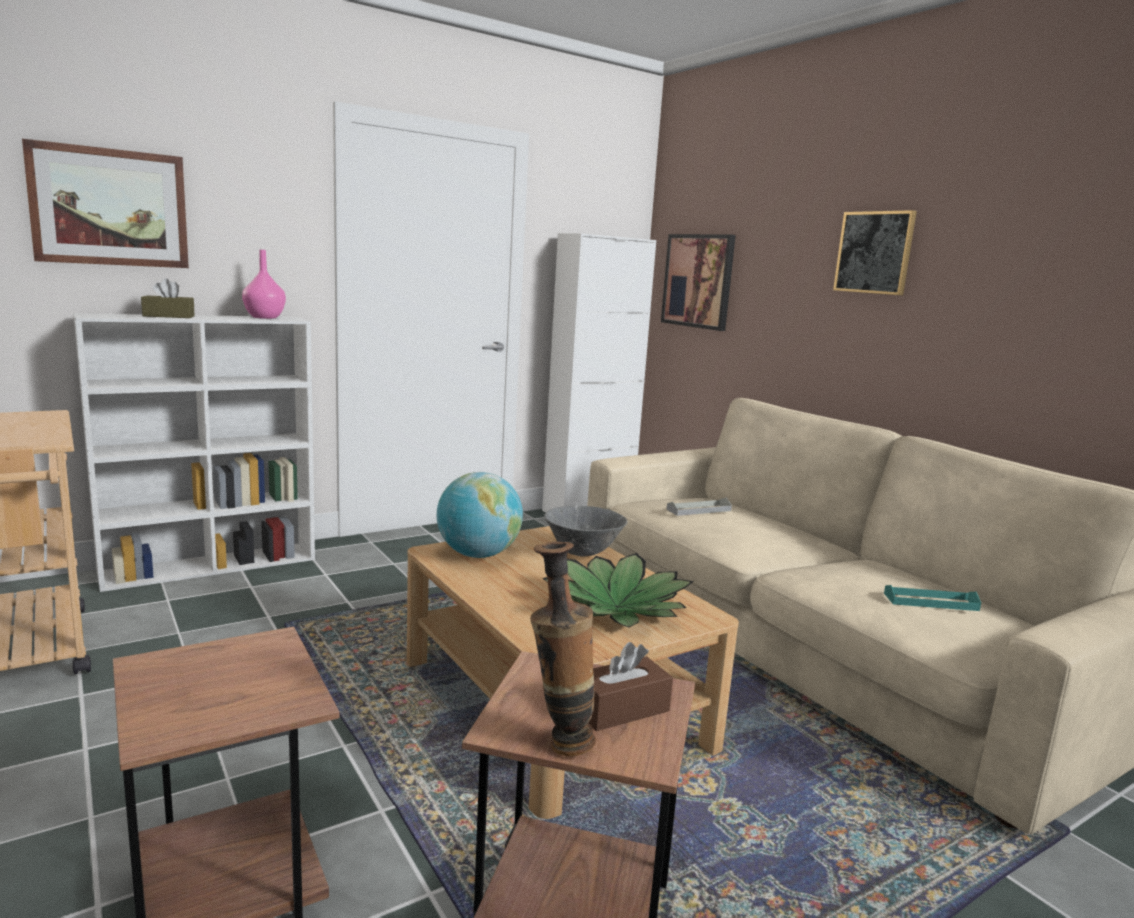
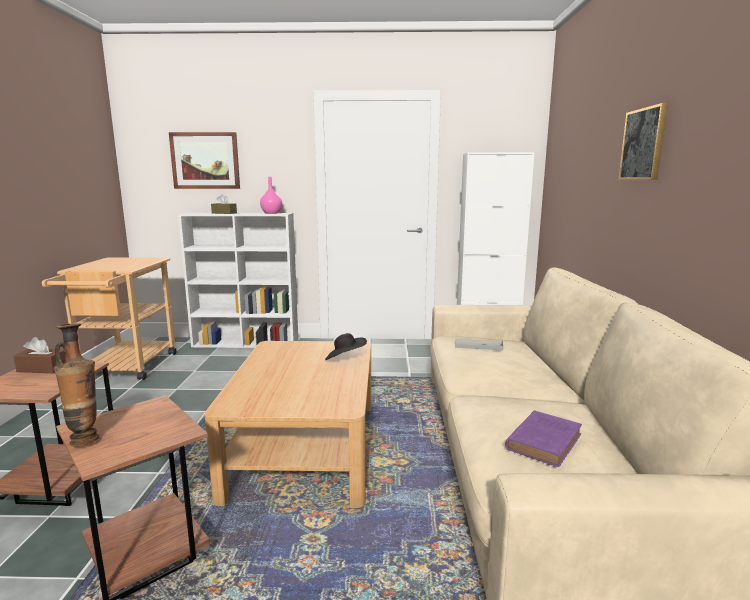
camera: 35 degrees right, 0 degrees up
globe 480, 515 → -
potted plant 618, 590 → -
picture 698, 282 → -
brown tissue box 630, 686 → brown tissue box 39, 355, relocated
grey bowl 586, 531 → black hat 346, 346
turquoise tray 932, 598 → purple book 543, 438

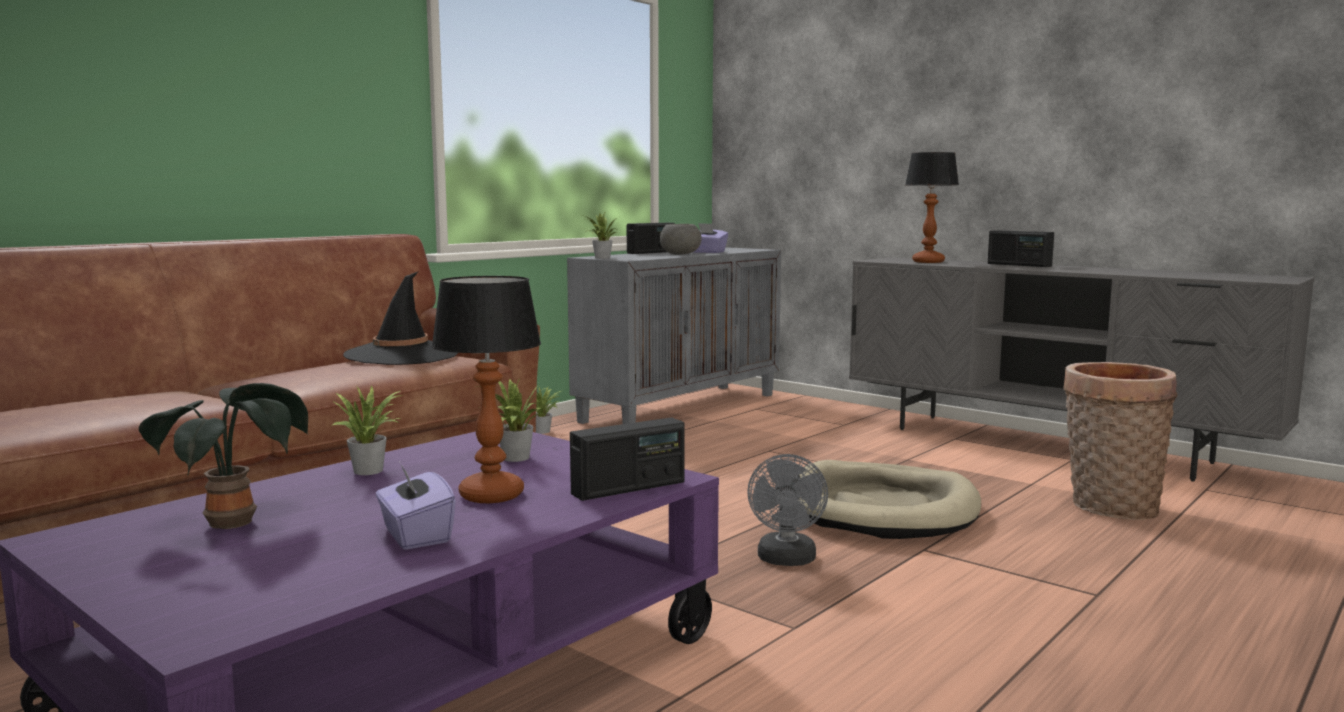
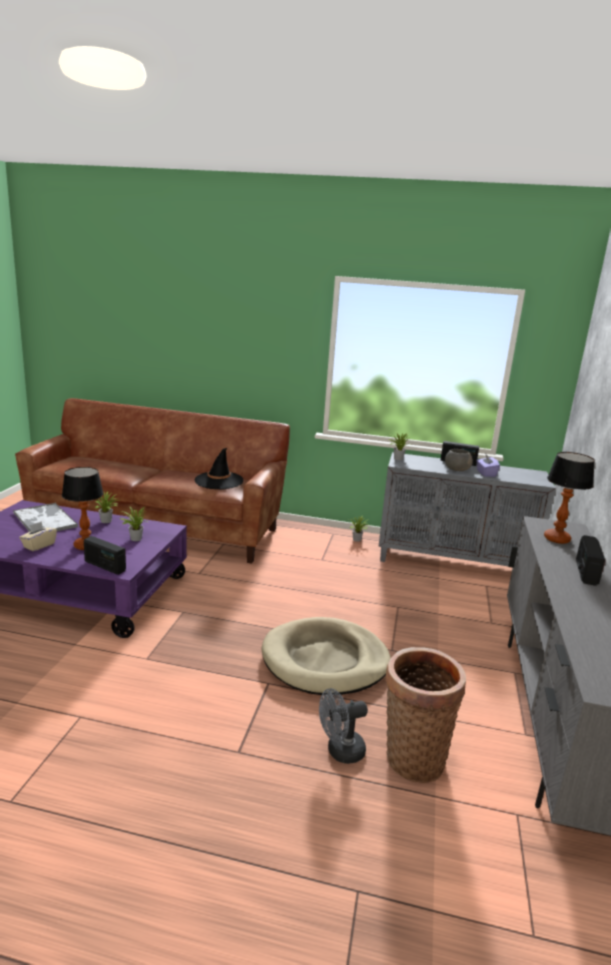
camera: 60 degrees right, 10 degrees up
grey fan 787, 510 → grey fan 343, 726, relocated
potted plant 224, 456 → tray 45, 517
purple tissue box 416, 505 → beige tissue box 38, 536

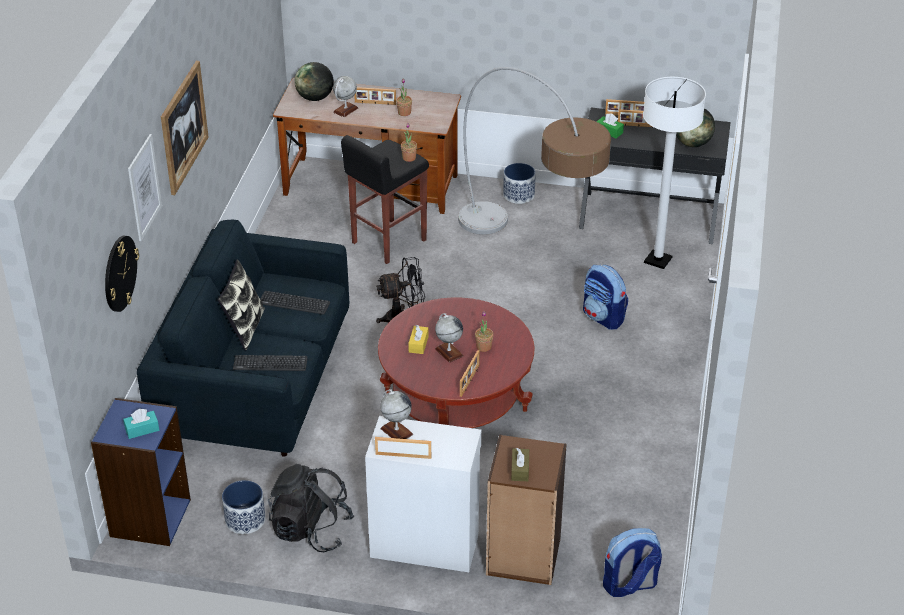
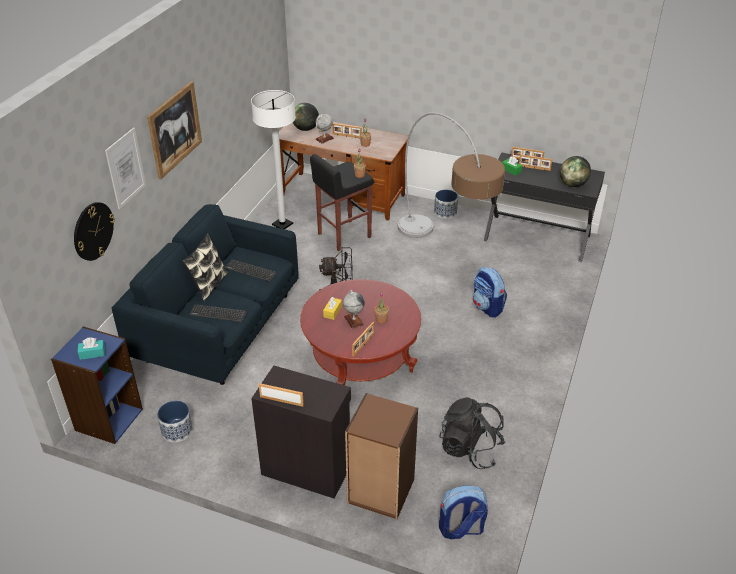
camera: 10 degrees right, 0 degrees up
globe 396, 414 → -
brown tissue box 520, 464 → -
black backpack 311, 508 → black backpack 472, 433, relocated
white floor lamp 674, 173 → white floor lamp 273, 159, relocated
white cabinet 423, 494 → black cabinet 301, 432

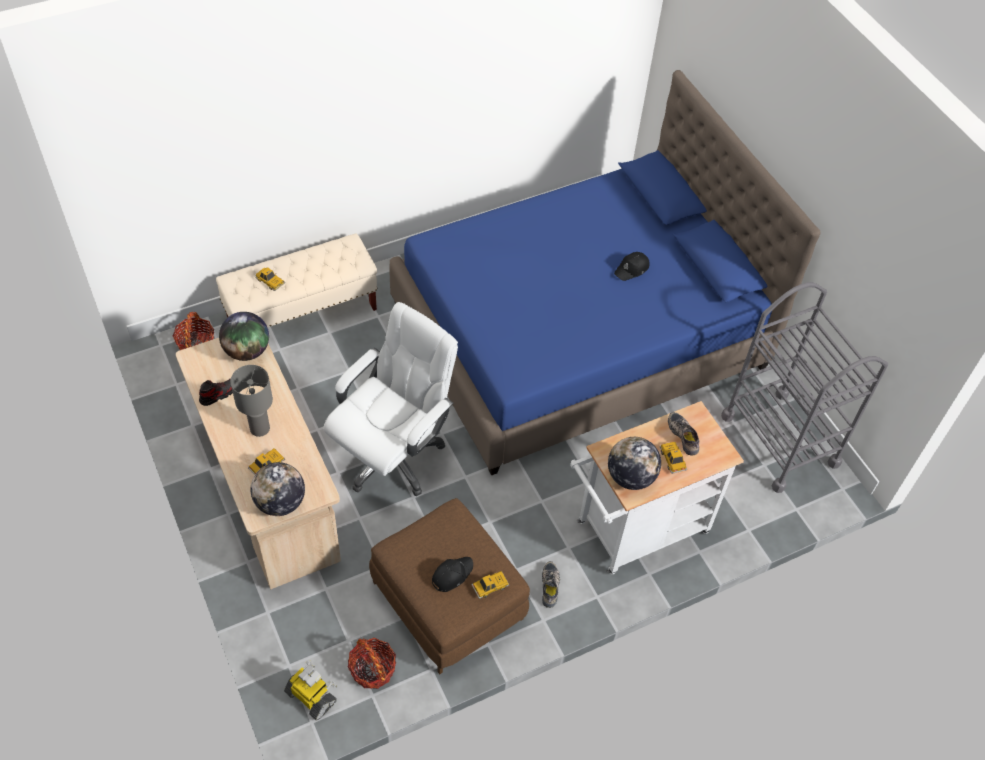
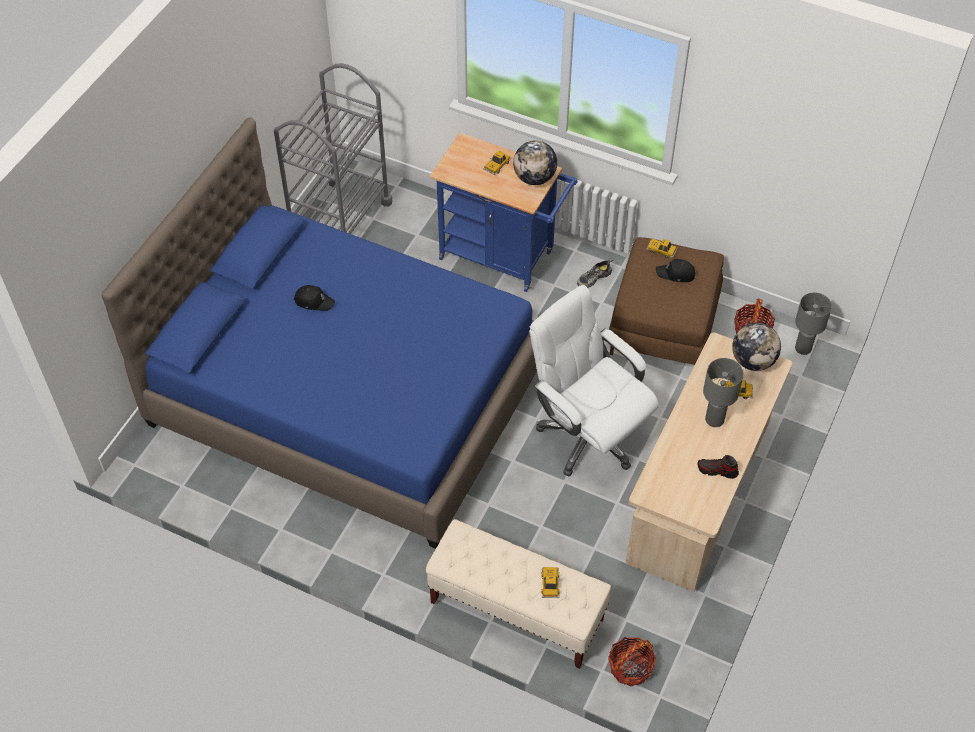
camera: 125 degrees left, 0 degrees up
globe 244, 336 → -
shoe 683, 434 → -
toy robot 310, 690 → grey table lamp 813, 323
white cart 657, 488 → blue cart 503, 212
white office chair 390, 399 → white office chair 594, 380, 45 degrees clockwise

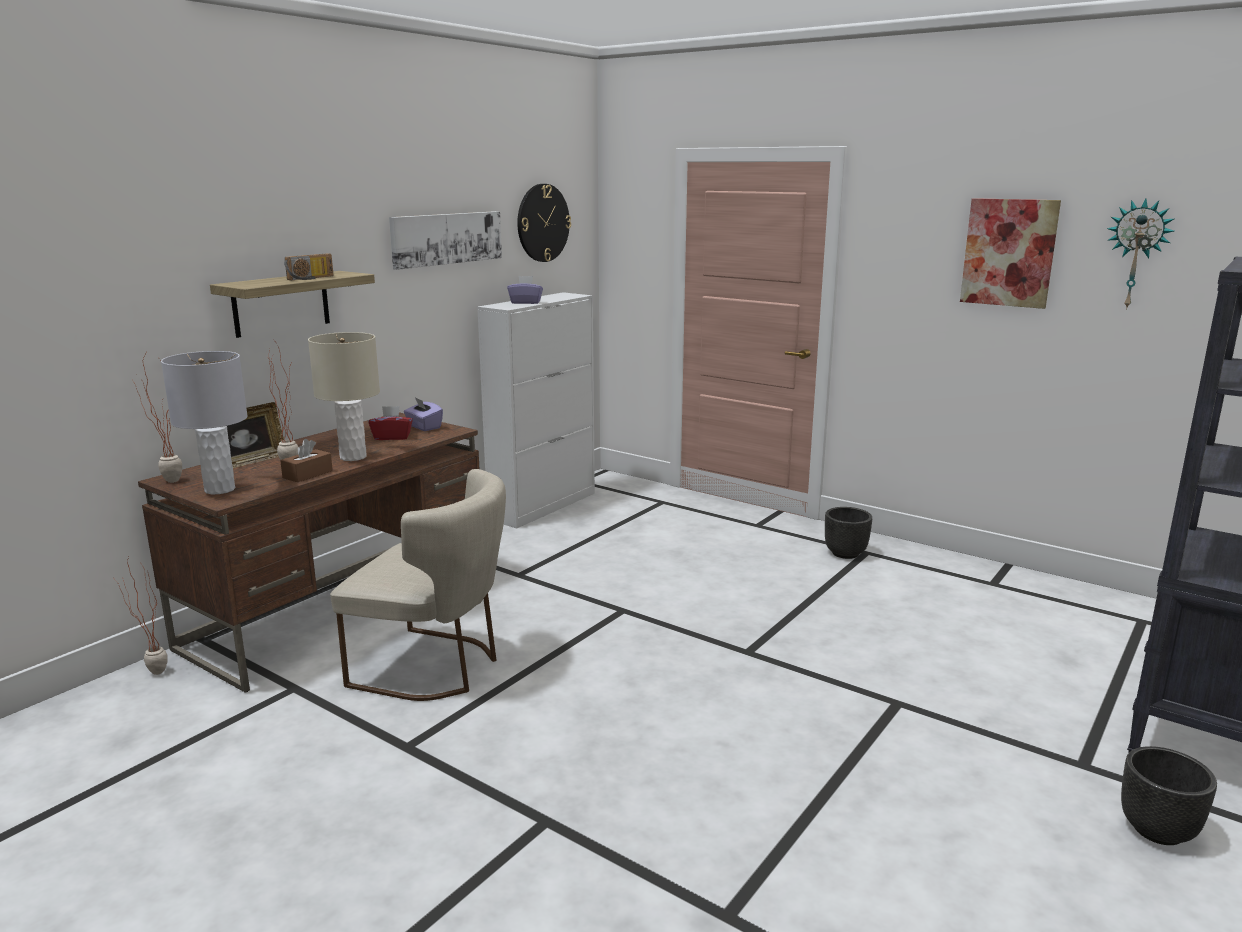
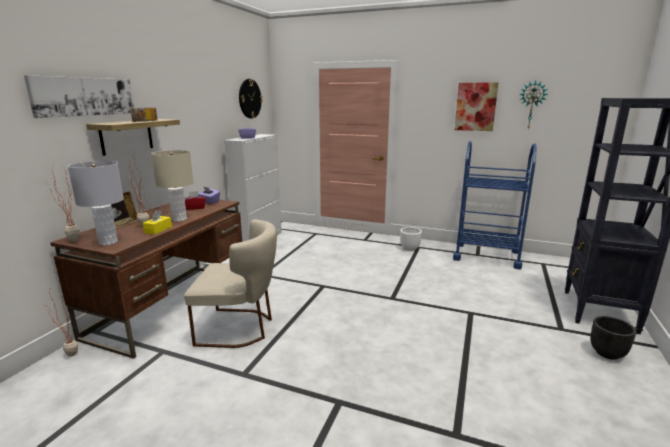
camera: 15 degrees left, 0 degrees up
- → blue cart 494, 205
picture 445, 240 → picture 79, 96, relocated
brown tissue box 306, 460 → yellow tissue box 157, 222
black planter 848, 533 → white planter 411, 239

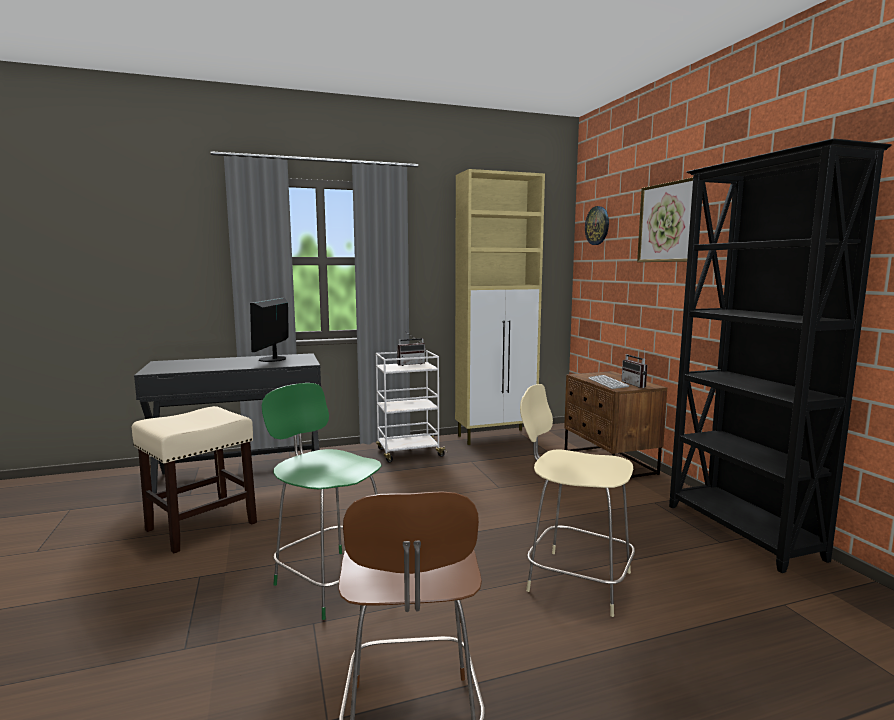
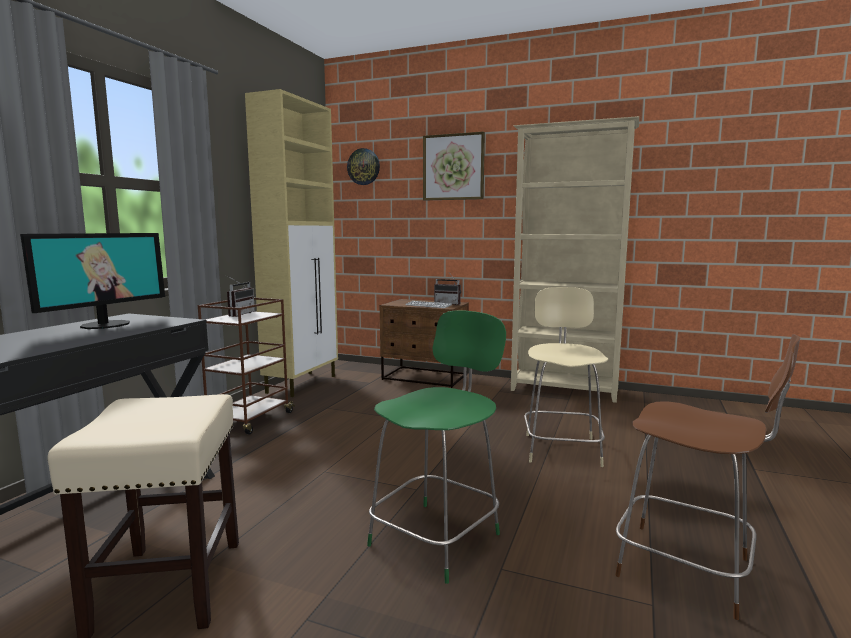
camera: 50 degrees left, 0 degrees up
white cart 411, 406 → brown cart 246, 366
black bookcase 780, 355 → beige bookcase 575, 259
monitor 269, 330 → monitor 92, 281, 105 degrees counterclockwise
green chair 322, 501 → green chair 436, 447, 135 degrees clockwise
beige chair 577, 500 → beige chair 566, 377, 120 degrees clockwise

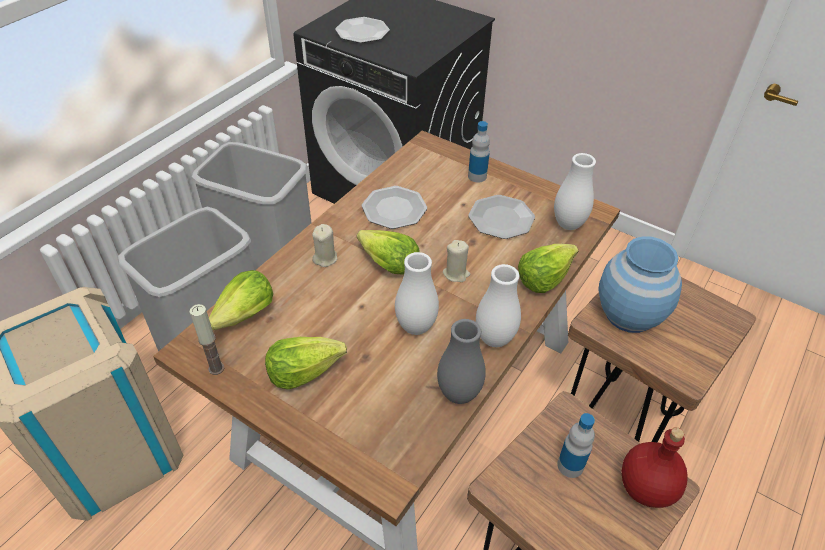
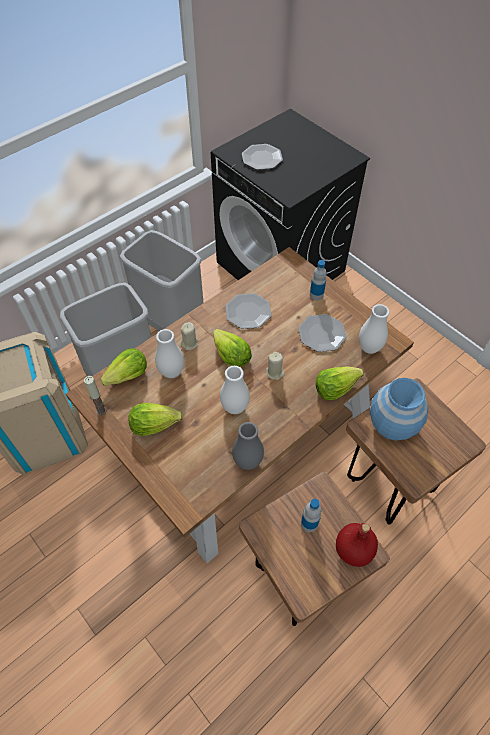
camera: 15 degrees right, 10 degrees up
white vase 498, 305 → white vase 169, 353, relocated

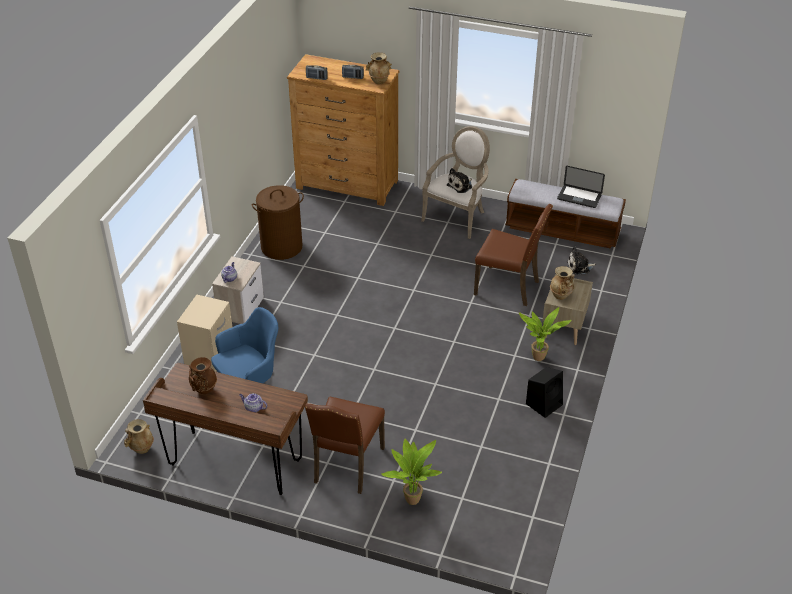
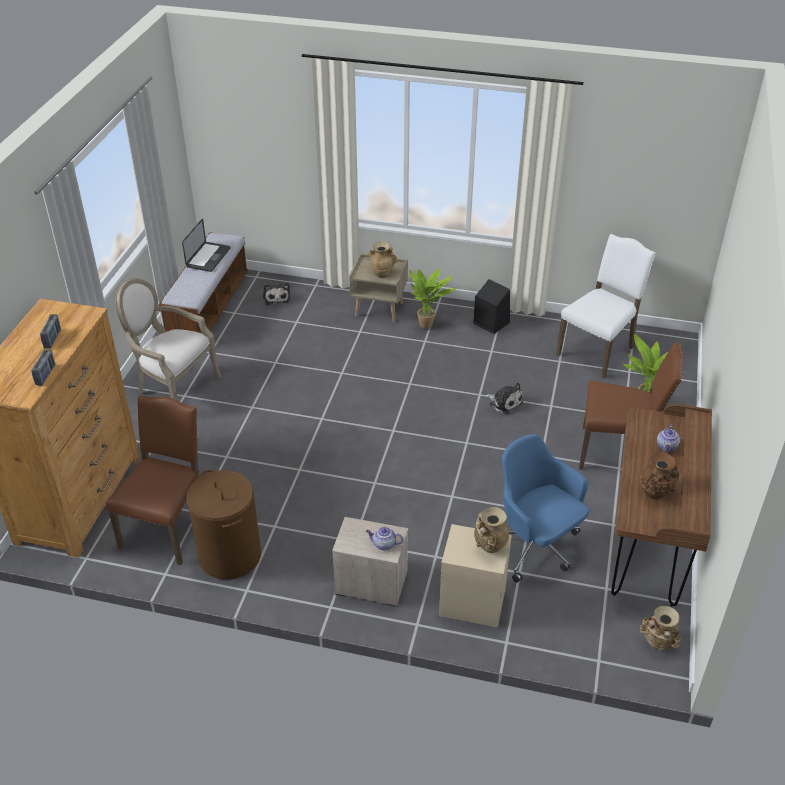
camera: 95 degrees left, 0 degrees up
- → white chair 606, 306
beige vase 379, 68 → beige vase 491, 530, relocated
plush toy 459, 180 → plush toy 504, 399, relocated
brown chair 513, 255 → brown chair 153, 480, relocated

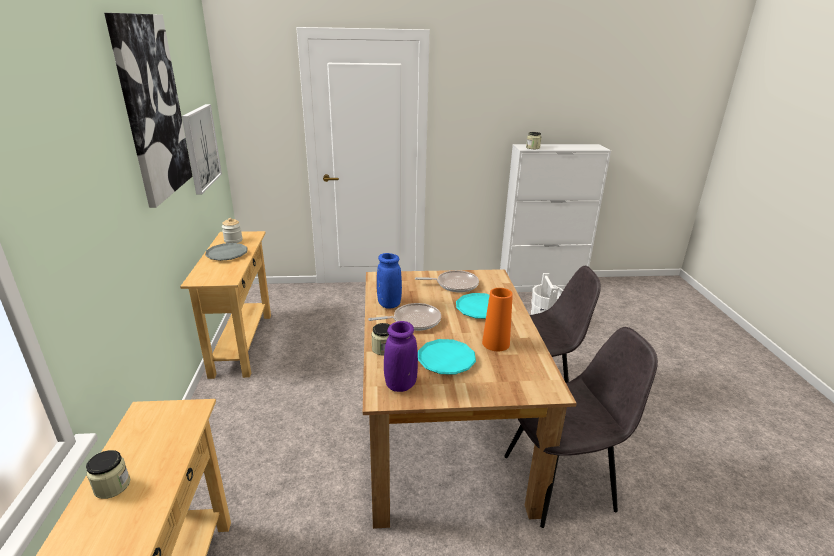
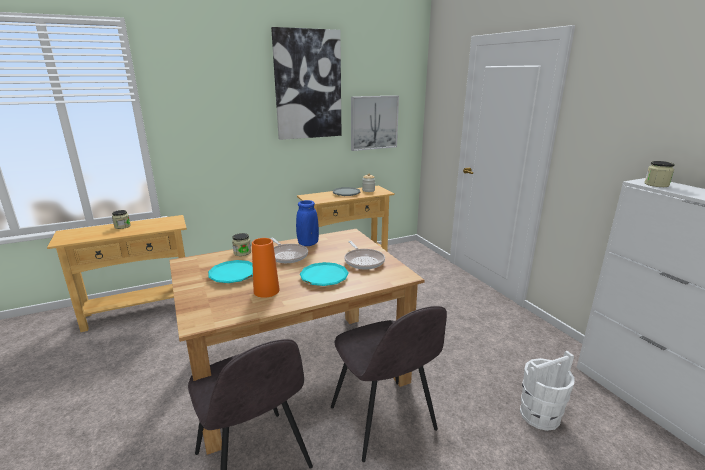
camera: 70 degrees right, 5 degrees down
purple vase 401, 356 → -

